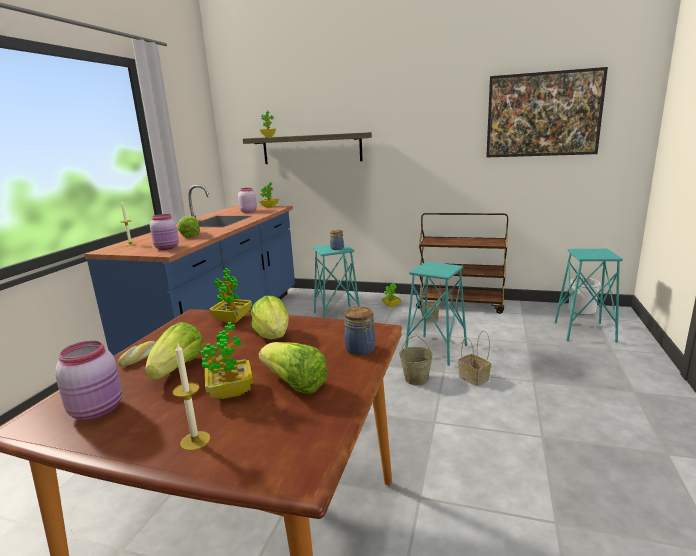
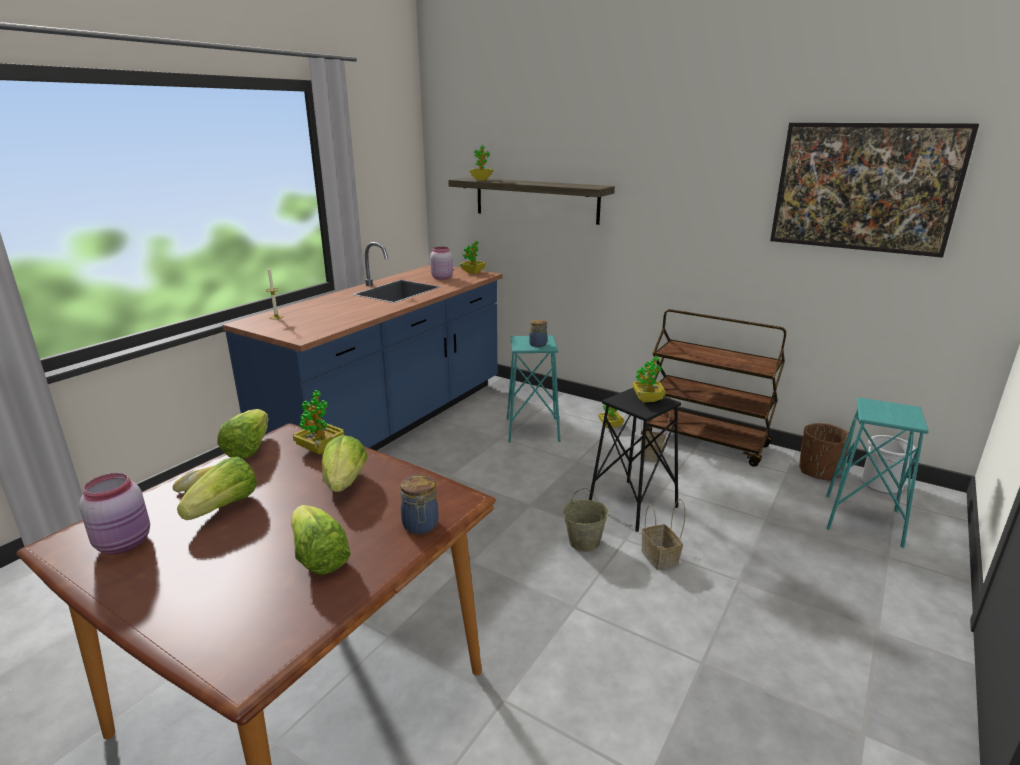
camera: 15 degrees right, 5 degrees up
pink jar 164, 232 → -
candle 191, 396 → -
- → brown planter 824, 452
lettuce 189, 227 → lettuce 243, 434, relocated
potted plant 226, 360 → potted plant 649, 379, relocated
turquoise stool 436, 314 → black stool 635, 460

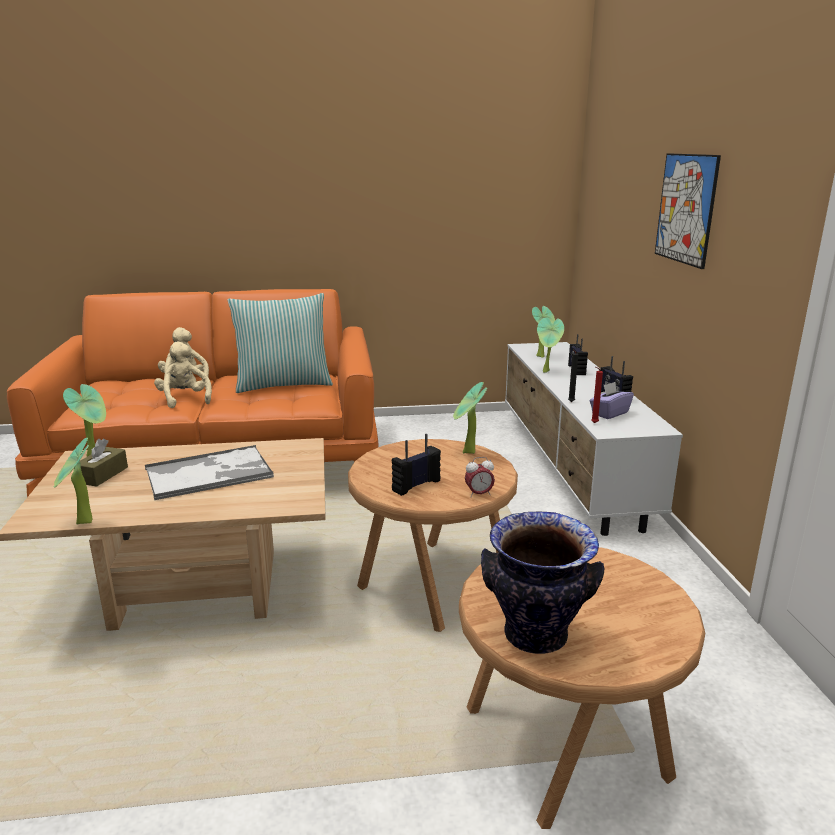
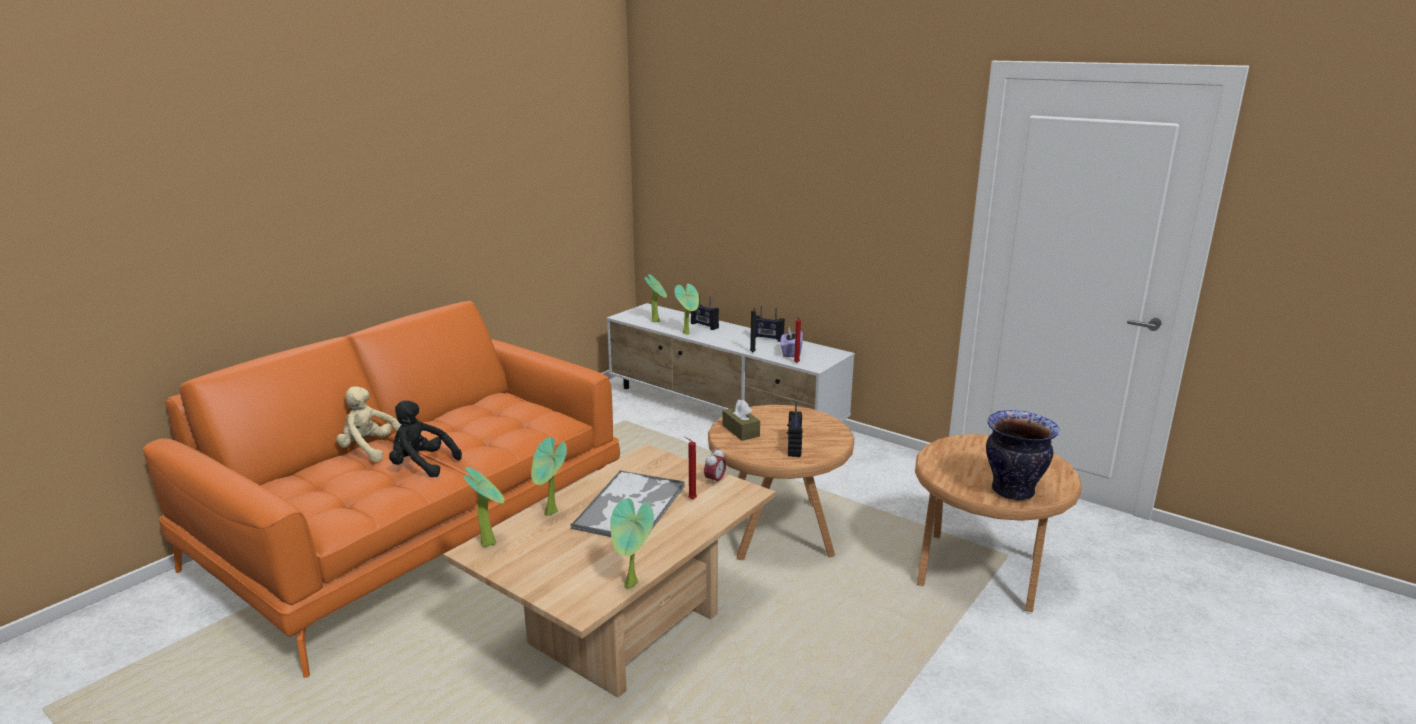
camera: 45 degrees left, 0 degrees up
pillow 280, 343 → -
picture 688, 211 → -
- → red candle 691, 468
brown tissue box 103, 463 → brown tissue box 741, 420, relocated
potted plant 470, 418 → potted plant 549, 476, relocated
alarm clock 480, 477 → alarm clock 715, 466, relocated
beige plush toy 183, 375 → black plush toy 425, 438

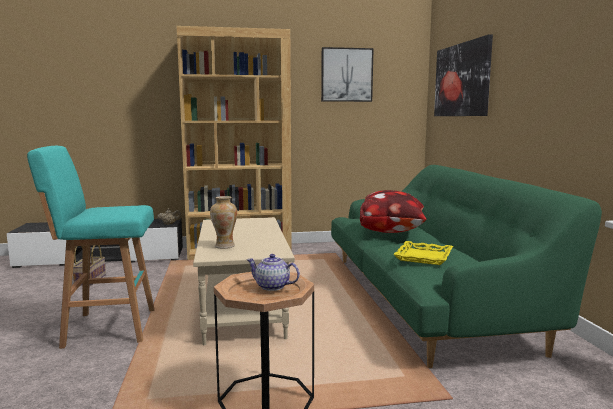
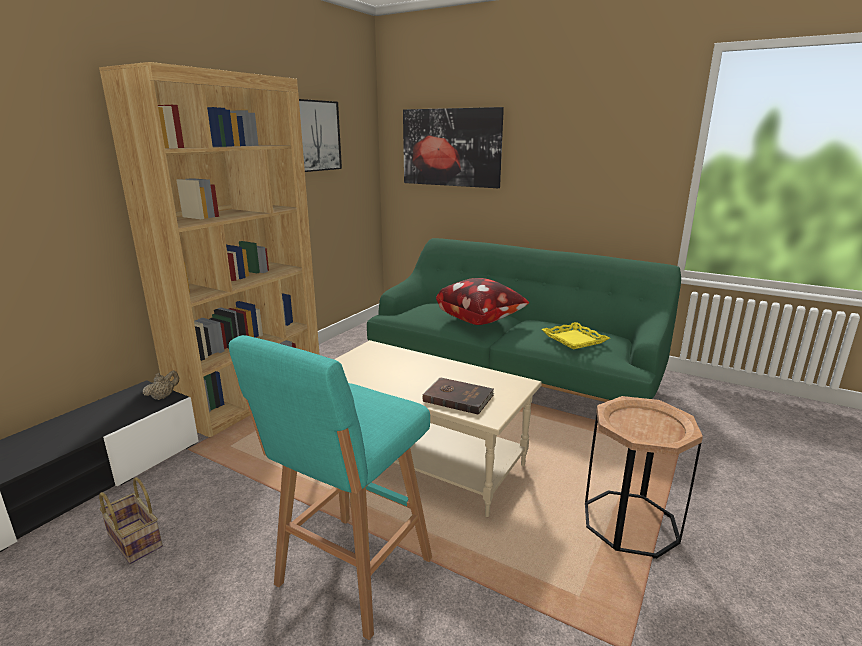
camera: 50 degrees left, 10 degrees up
teapot 273, 272 → -
vase 223, 222 → brown book 459, 396

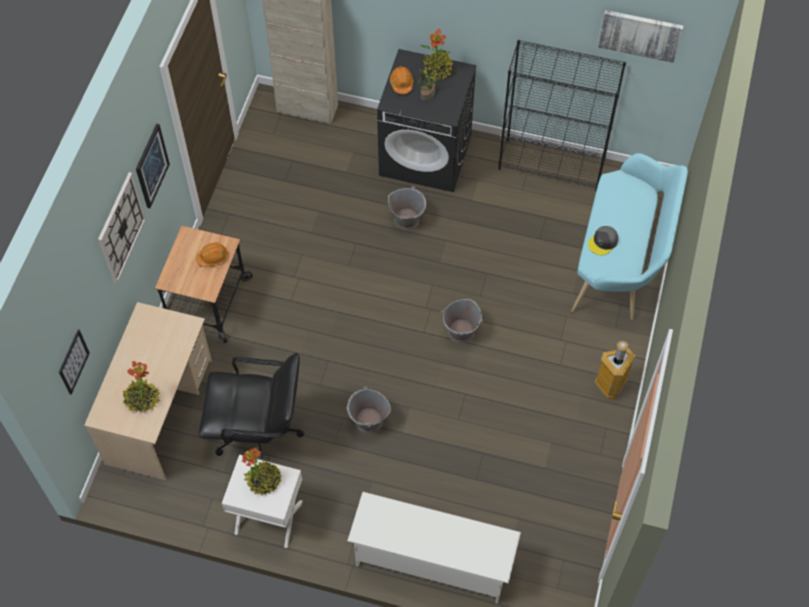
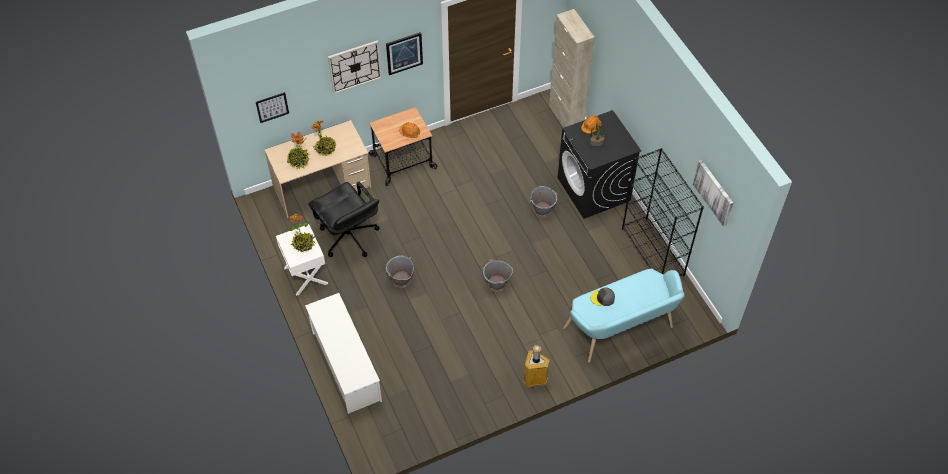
camera: 50 degrees right, 5 degrees down
potted plant 437, 54 → potted plant 324, 138, relocated

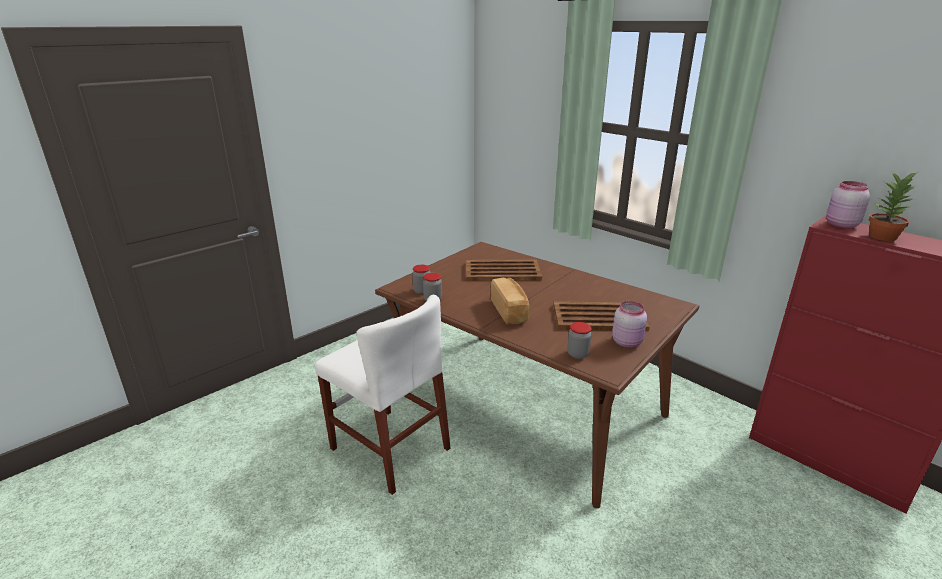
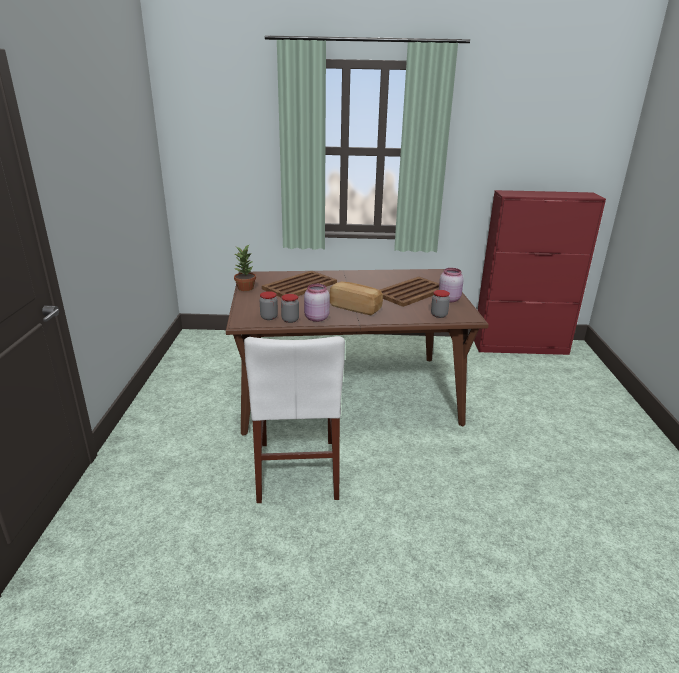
camera: 45 degrees left, 0 degrees up
pink jar 848, 204 → pink jar 317, 303, relocated
potted plant 893, 206 → potted plant 244, 267, relocated
white chair 383, 395 → white chair 294, 419, 90 degrees clockwise

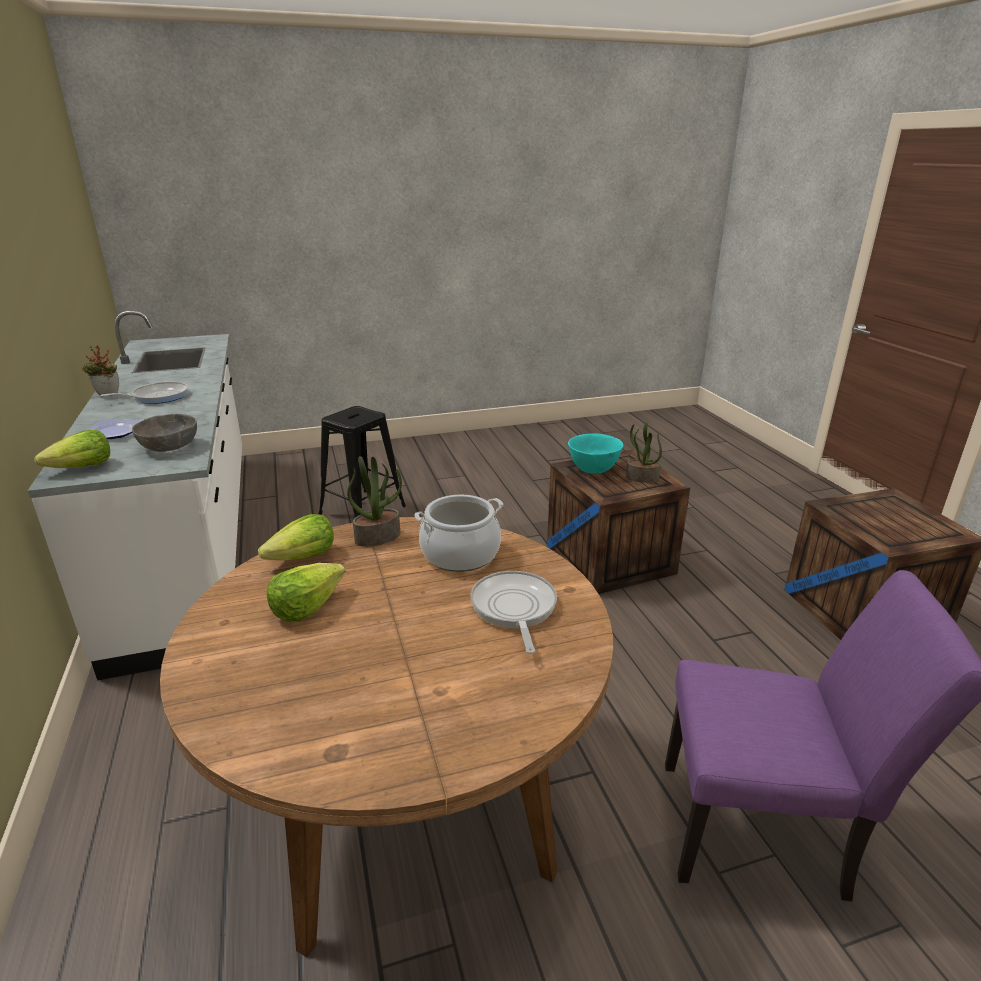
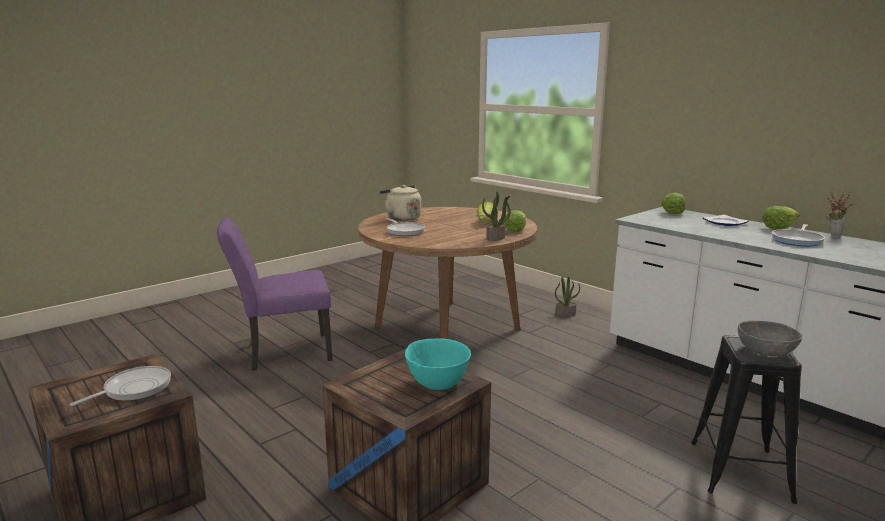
camera: 155 degrees right, 10 degrees down
cooking pot 458, 533 → -
- → frying pan 120, 386
- → beige kettle 400, 203
- → lettuce 781, 218
grey bowl 164, 433 → grey bowl 770, 338, relocated
potted plant 644, 452 → potted plant 567, 297, relocated

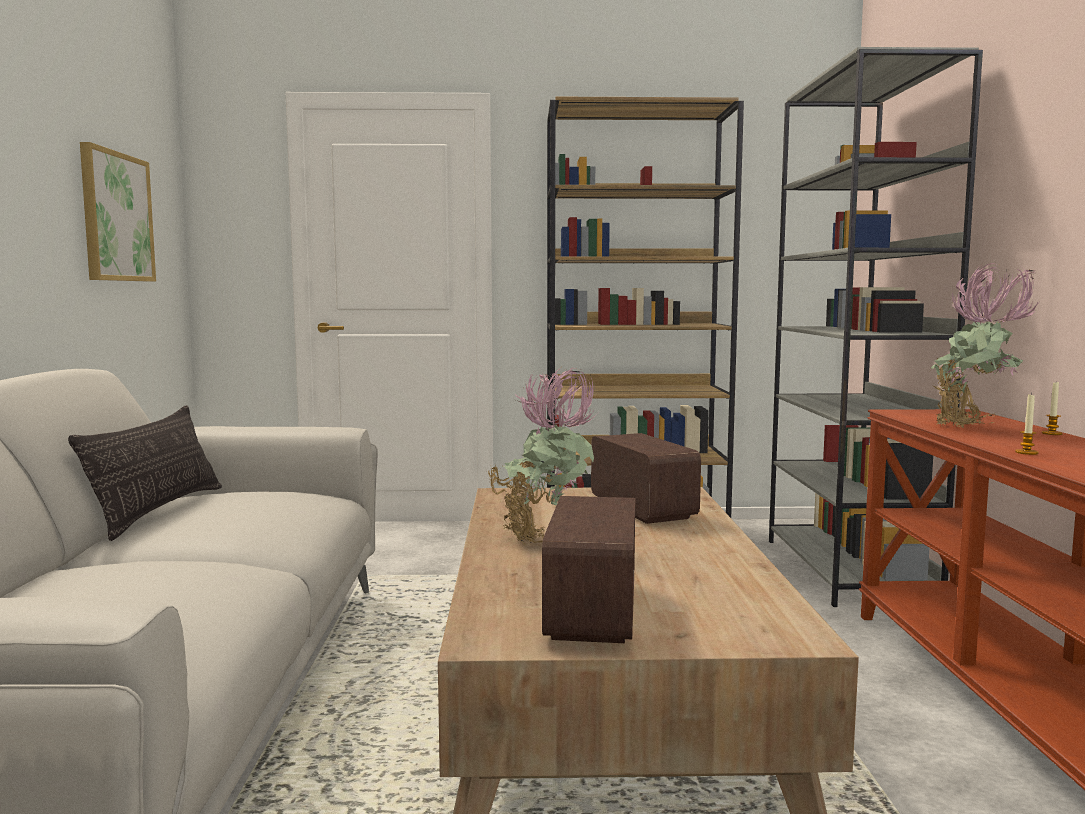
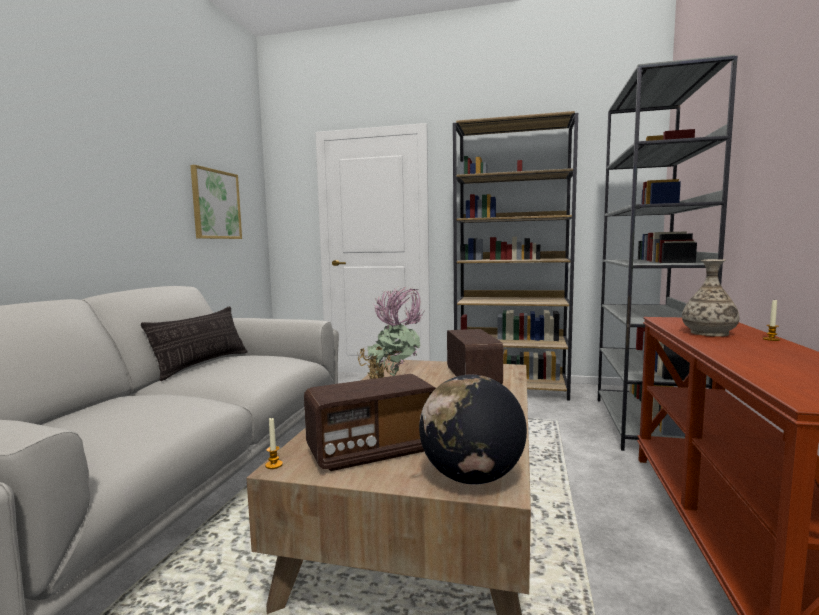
camera: 15 degrees right, 0 degrees up
- → globe 473, 430
candle 1027, 424 → candle 274, 443, relocated
potted plant 983, 345 → vase 710, 298
radio 588, 569 → radio 370, 422, 45 degrees clockwise

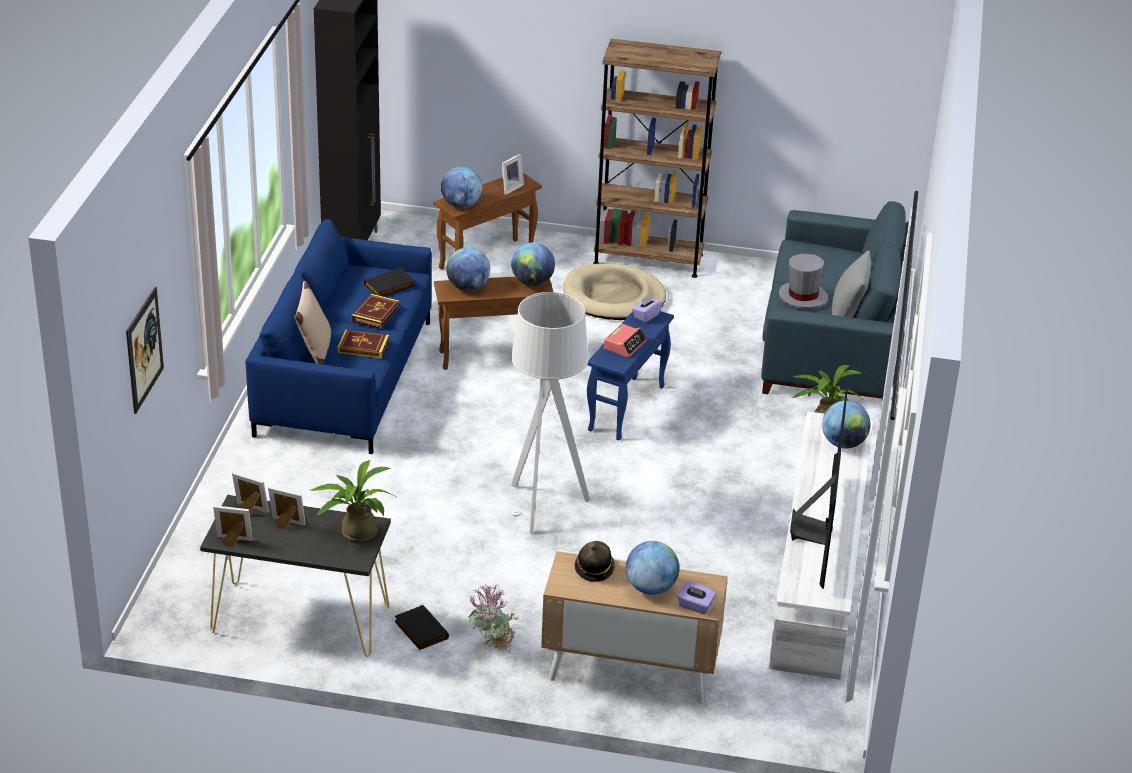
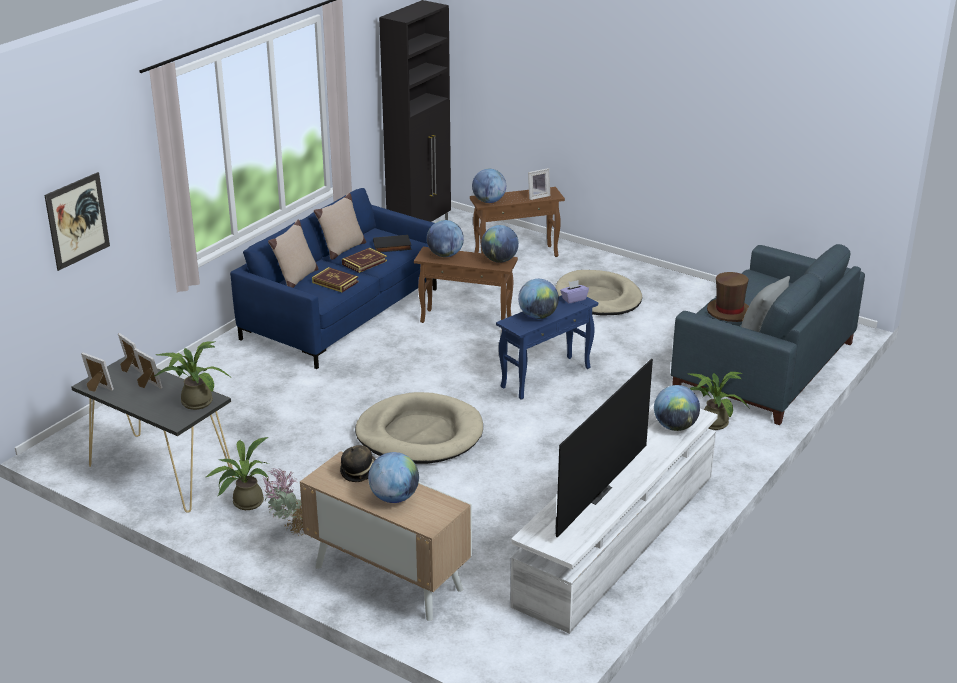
camera: 25 degrees right, 5 degrees down
brown bookcase 657, 158 → -
purple tissue box 696, 598 → -
- → beige pillow 340, 226
black book 422, 627 → potted plant 237, 473
grey floor lamp 550, 413 → beige dog bed 419, 428
alarm clock 625, 341 → globe 538, 299
grey hat 804, 281 → brown hat 728, 297

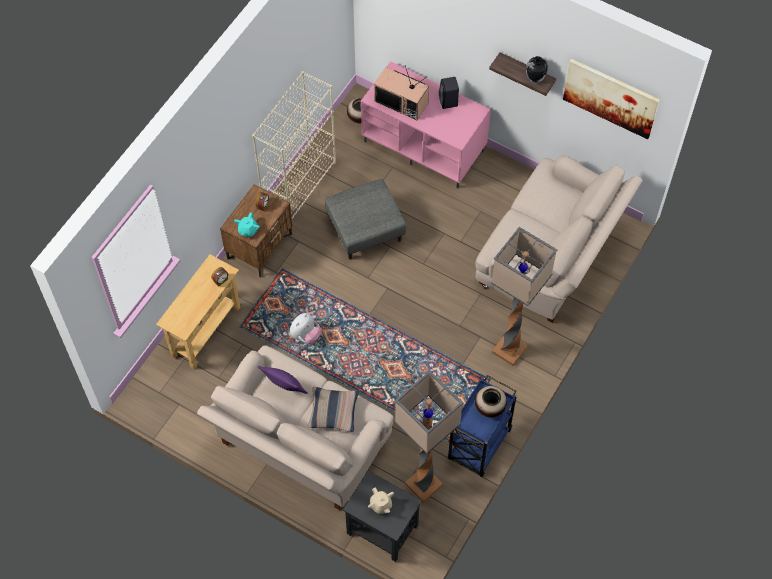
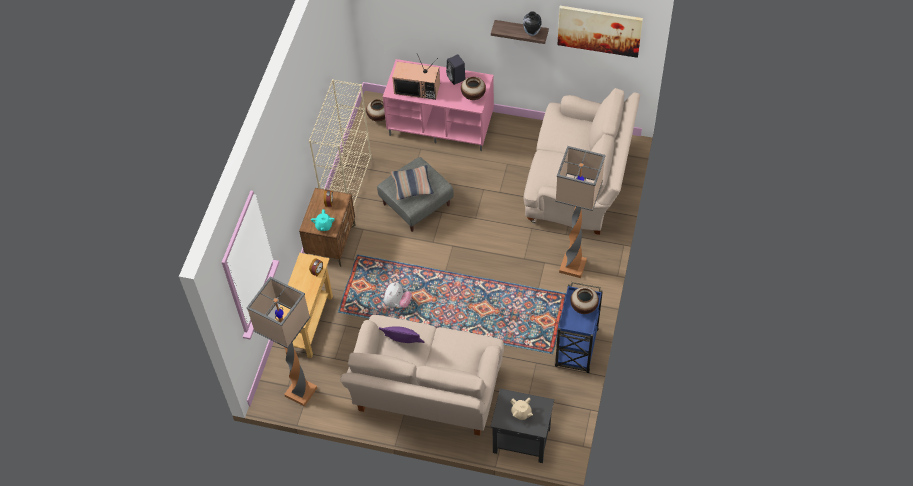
camera: 15 degrees left, 5 degrees down
- → vase 473, 88
pillow 333, 409 → pillow 412, 182, relocated
floor lamp 428, 437 → floor lamp 282, 342, relocated

